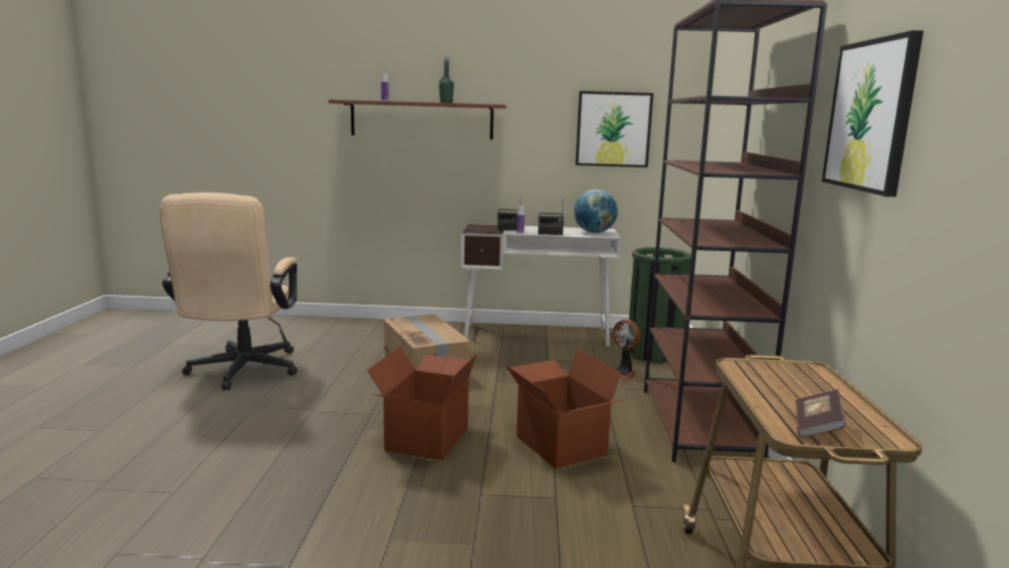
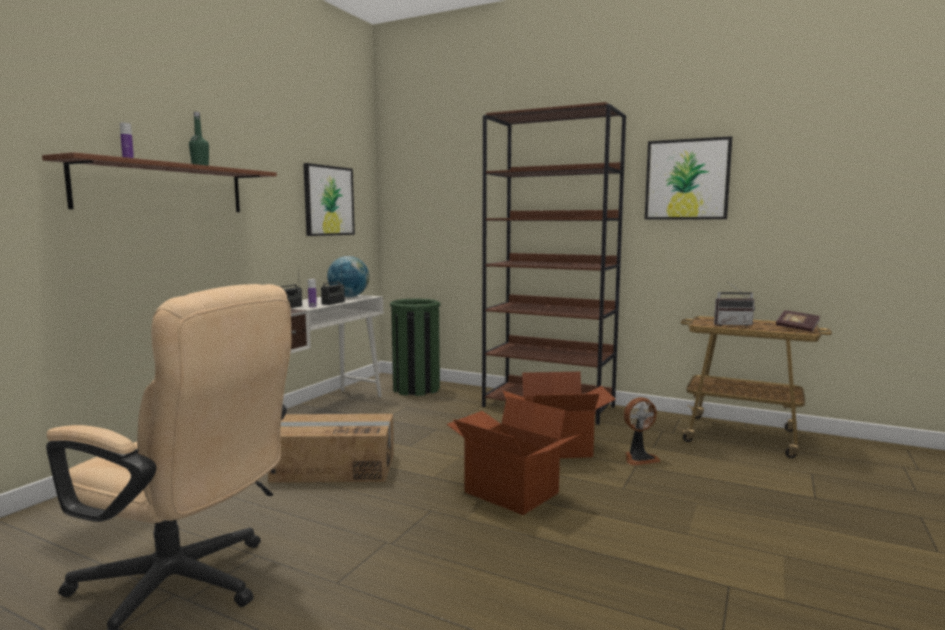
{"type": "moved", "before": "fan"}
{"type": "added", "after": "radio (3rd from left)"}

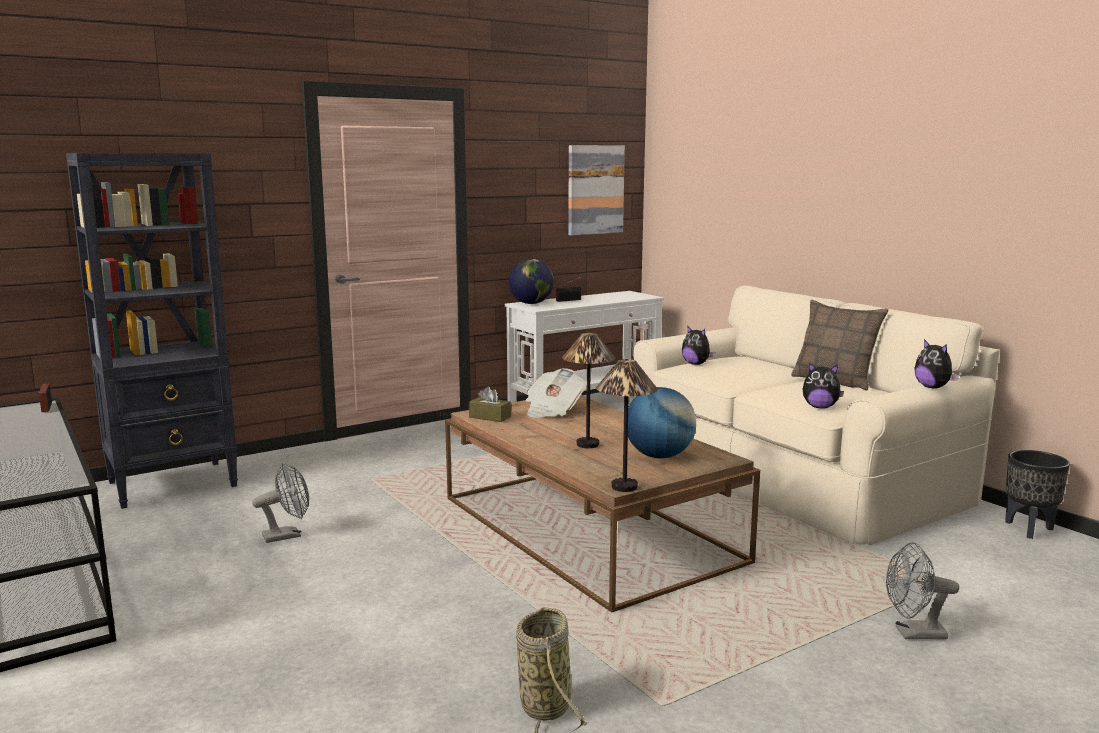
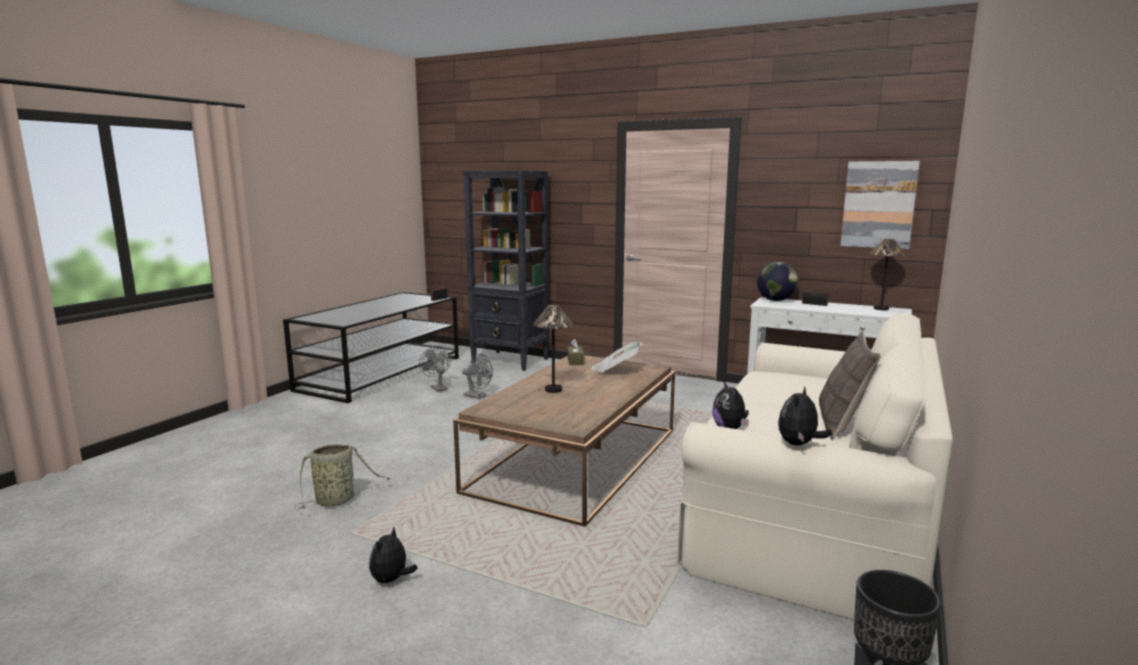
{"type": "moved", "before": "table lamp (2nd from left)"}
{"type": "removed", "before": "globe (2nd from left)"}
{"type": "moved", "before": "plush toy (1st from left)"}
{"type": "moved", "before": "grey fan (2nd from left in the first image)", "after": "grey fan (1st from left)"}

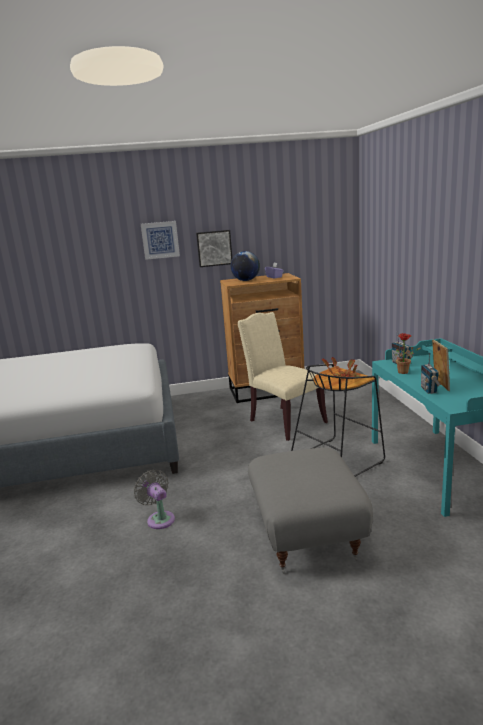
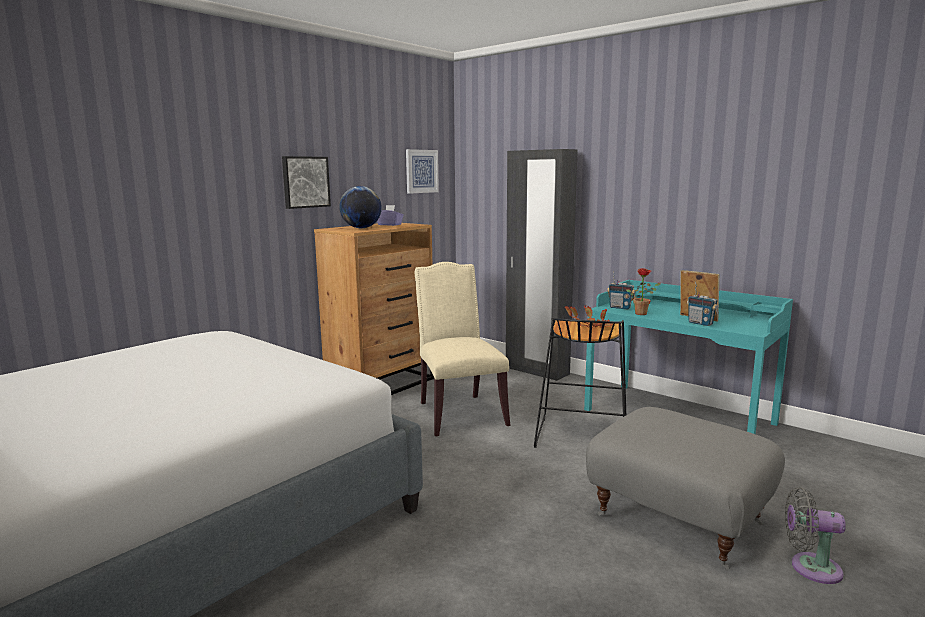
{"type": "moved", "before": "grey fan"}
{"type": "moved", "before": "picture (1st from left in the first image)", "after": "picture (2nd from left)"}
{"type": "turned", "before": "beige chair", "turn": 60}
{"type": "added", "after": "black wardrobe"}

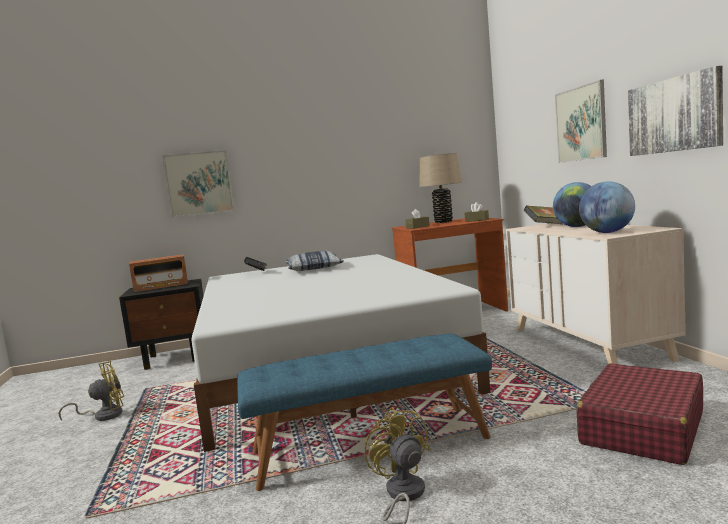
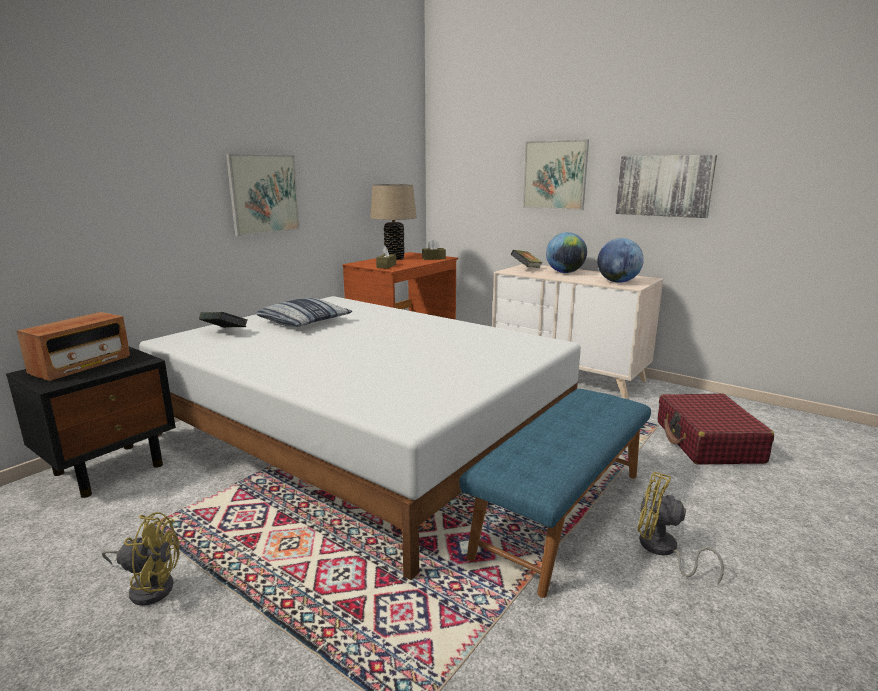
{"type": "turned", "before": "yellow fan (1st from left)", "turn": 75}
{"type": "moved", "before": "picture (1st from left)"}

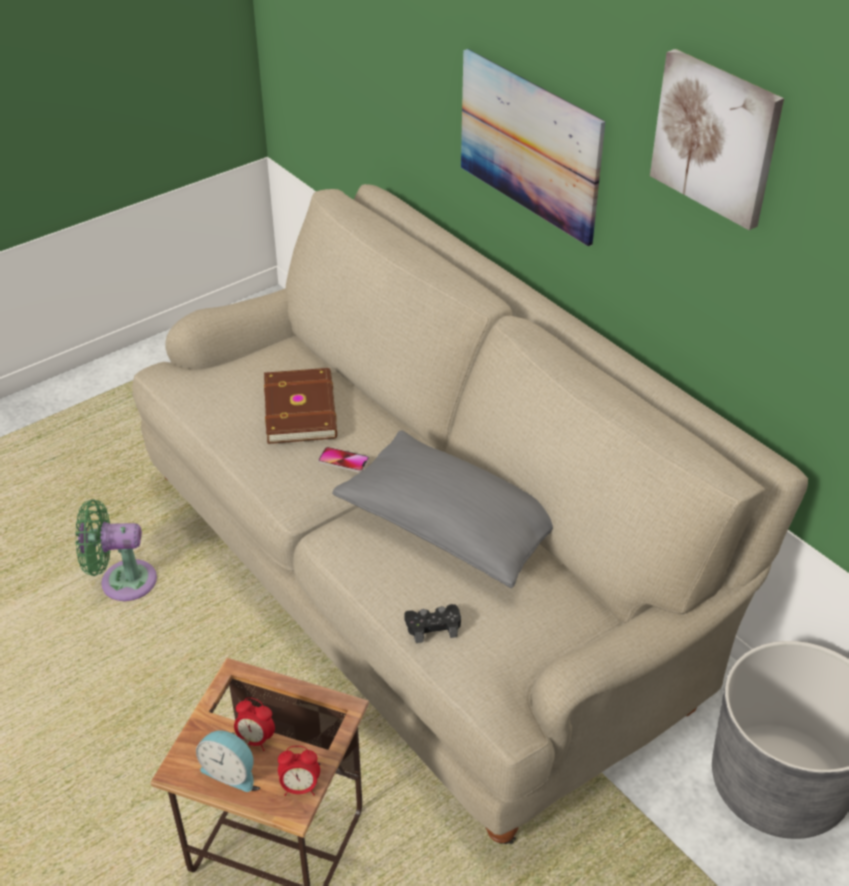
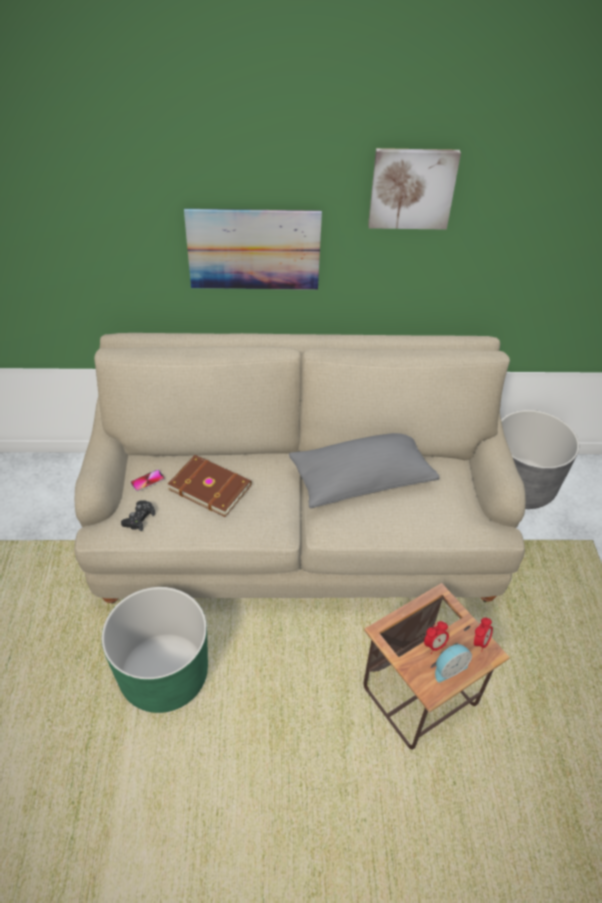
{"type": "replaced", "before": "green fan", "after": "green planter"}
{"type": "moved", "before": "phone"}
{"type": "moved", "before": "black game controller"}

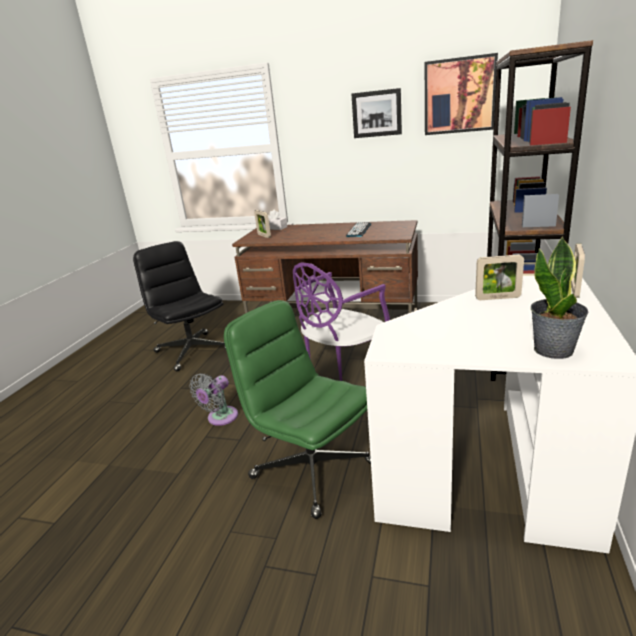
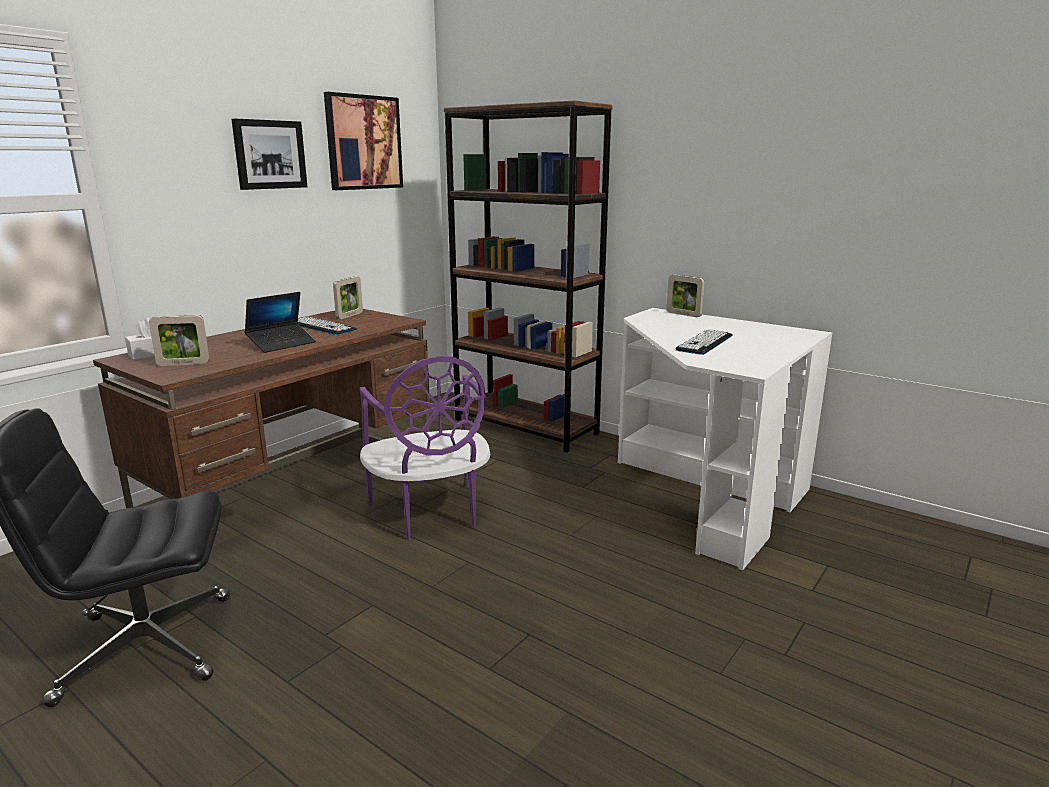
{"type": "removed", "before": "grey fan"}
{"type": "removed", "before": "green office chair"}
{"type": "moved", "before": "picture frame (2nd from left)"}
{"type": "removed", "before": "potted plant"}
{"type": "added", "after": "laptop"}
{"type": "added", "after": "keyboard (2nd from left)"}

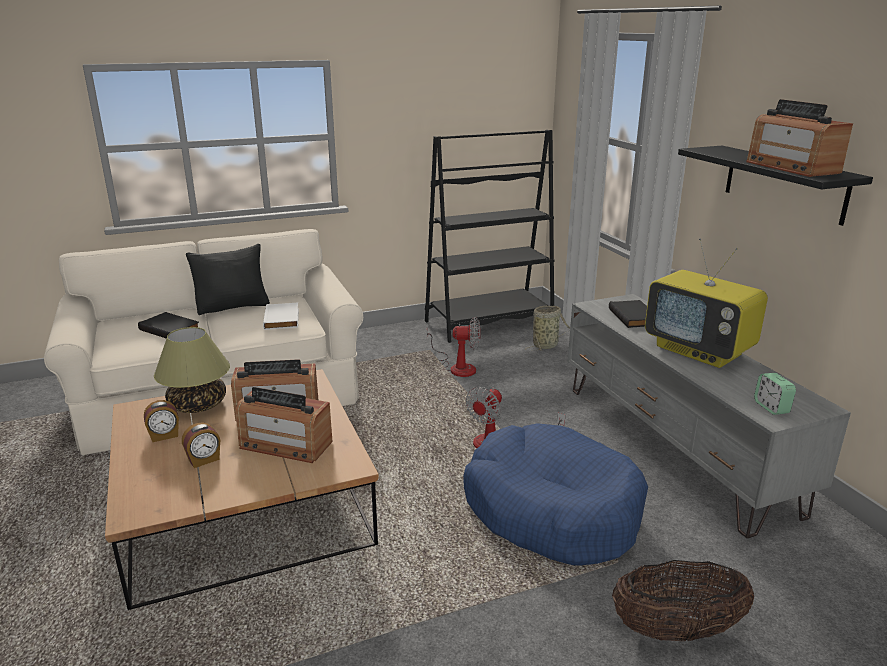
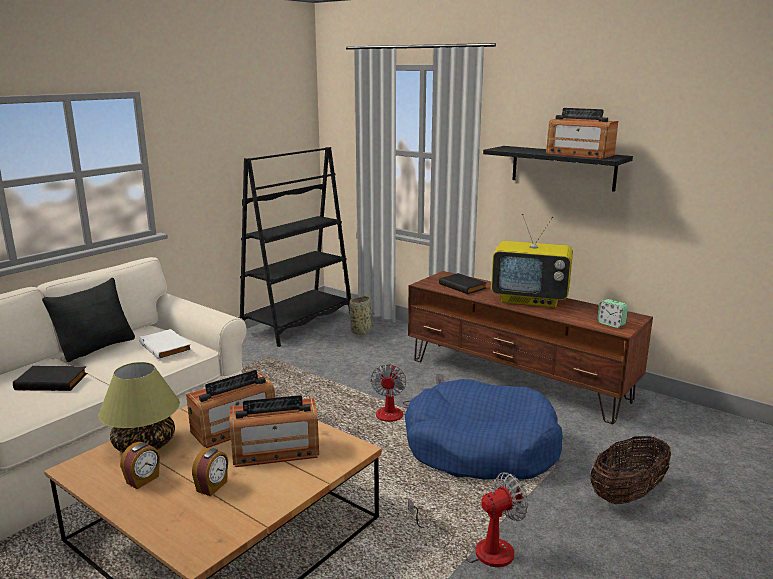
{"type": "moved", "before": "fan (1st from left in the first image)", "after": "fan (2nd from left)"}
{"type": "recoloured", "before": "grey tv stand", "after": "brown tv stand"}

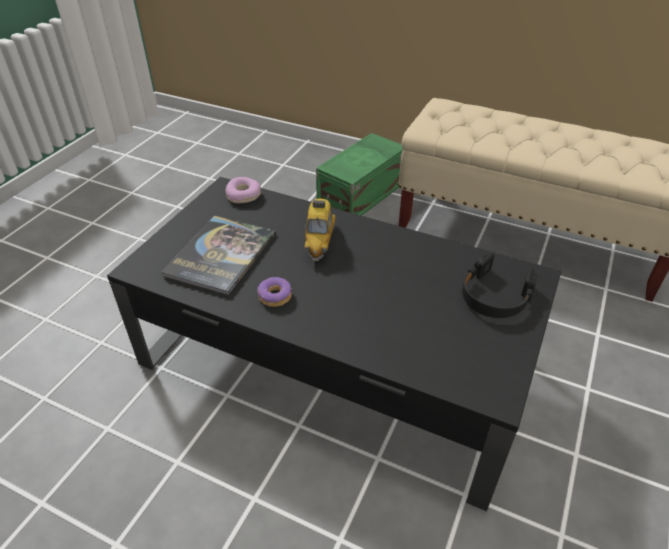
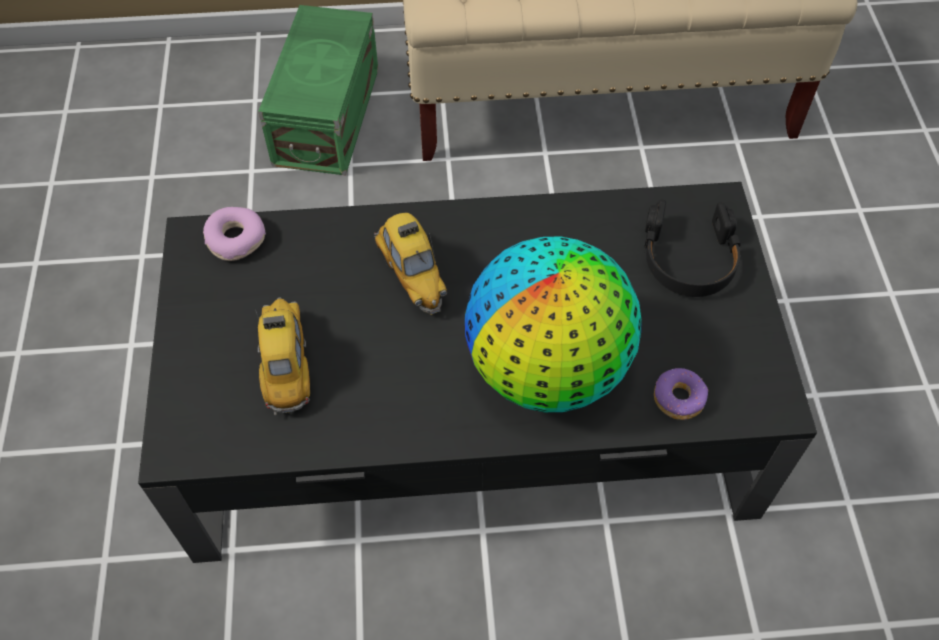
{"type": "replaced", "before": "book", "after": "toy car (1st from left)"}
{"type": "moved", "before": "donut (2nd from left)"}
{"type": "added", "after": "globe"}

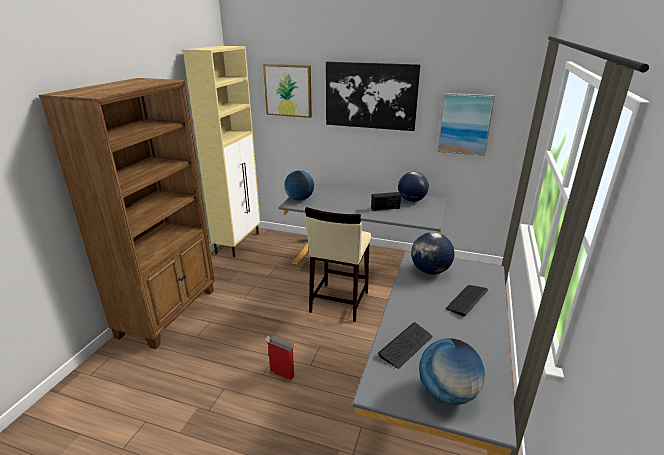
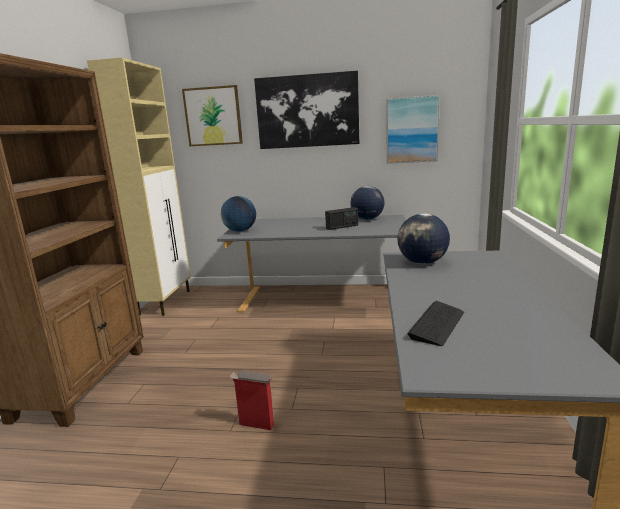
{"type": "removed", "before": "beige stool"}
{"type": "removed", "before": "globe (4th from left)"}
{"type": "removed", "before": "keyboard (2nd from left)"}

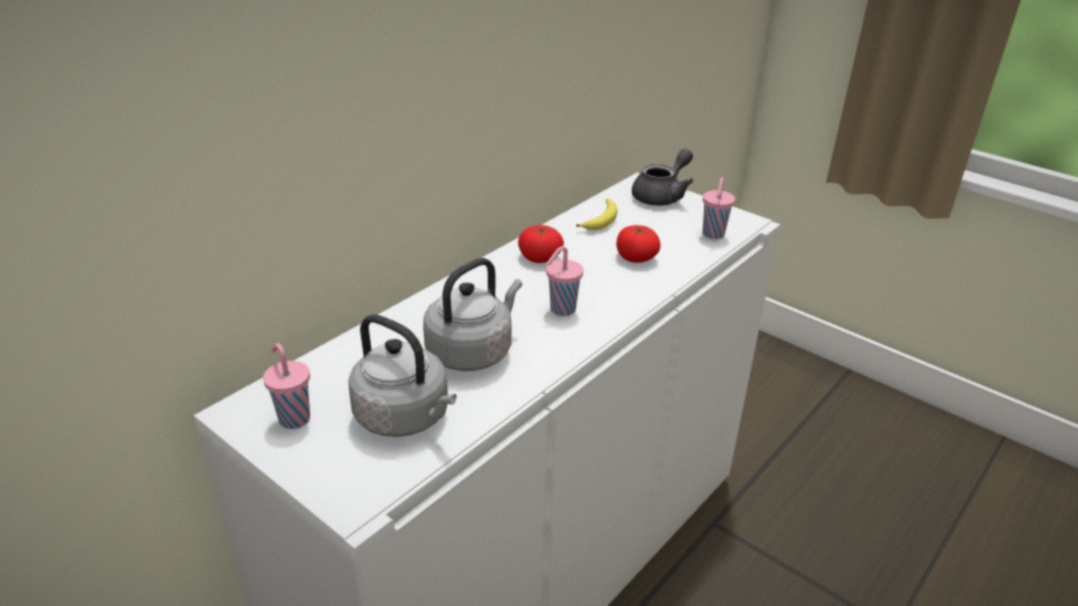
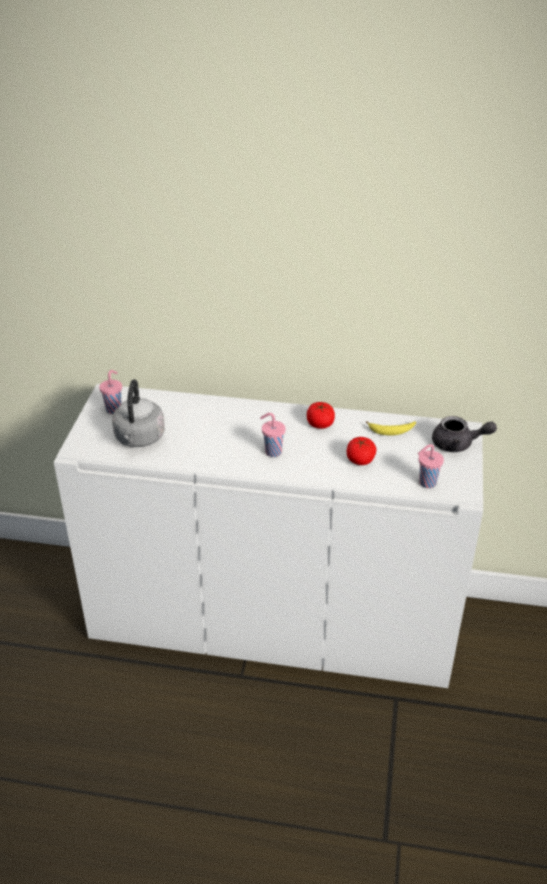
{"type": "removed", "before": "grey kettle (2nd from left)"}

